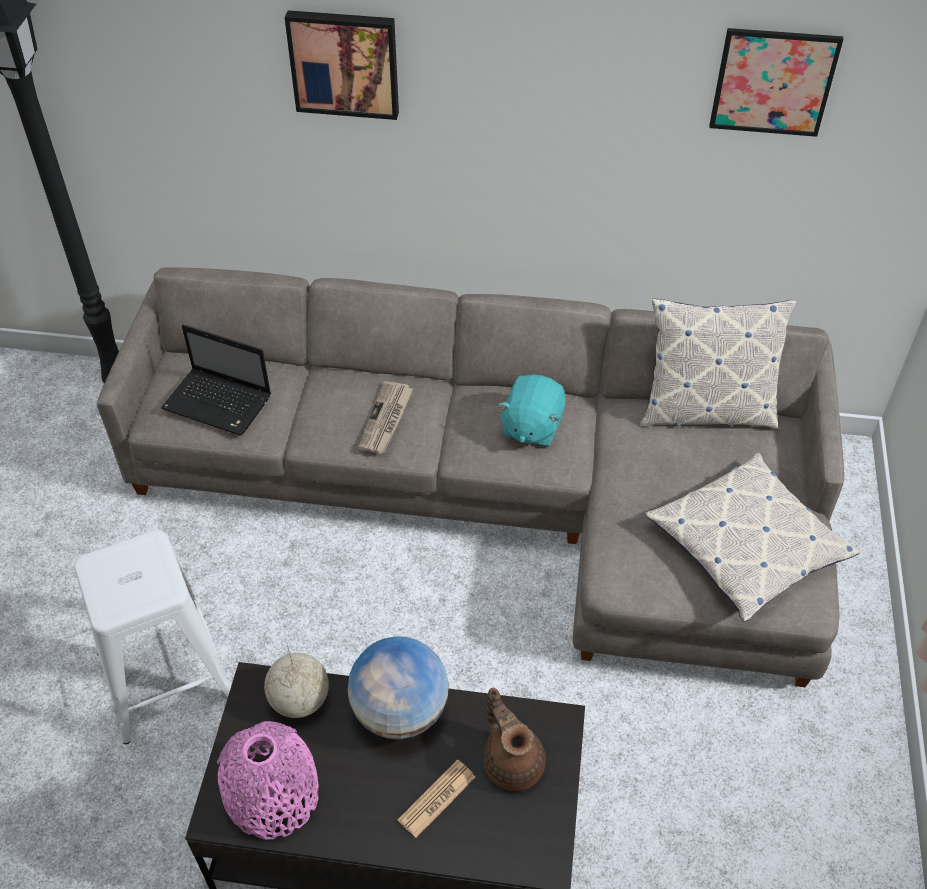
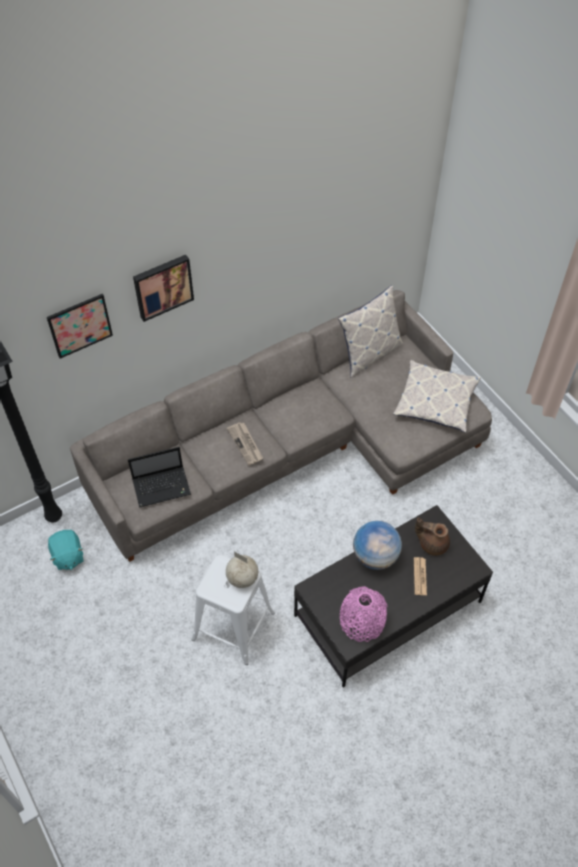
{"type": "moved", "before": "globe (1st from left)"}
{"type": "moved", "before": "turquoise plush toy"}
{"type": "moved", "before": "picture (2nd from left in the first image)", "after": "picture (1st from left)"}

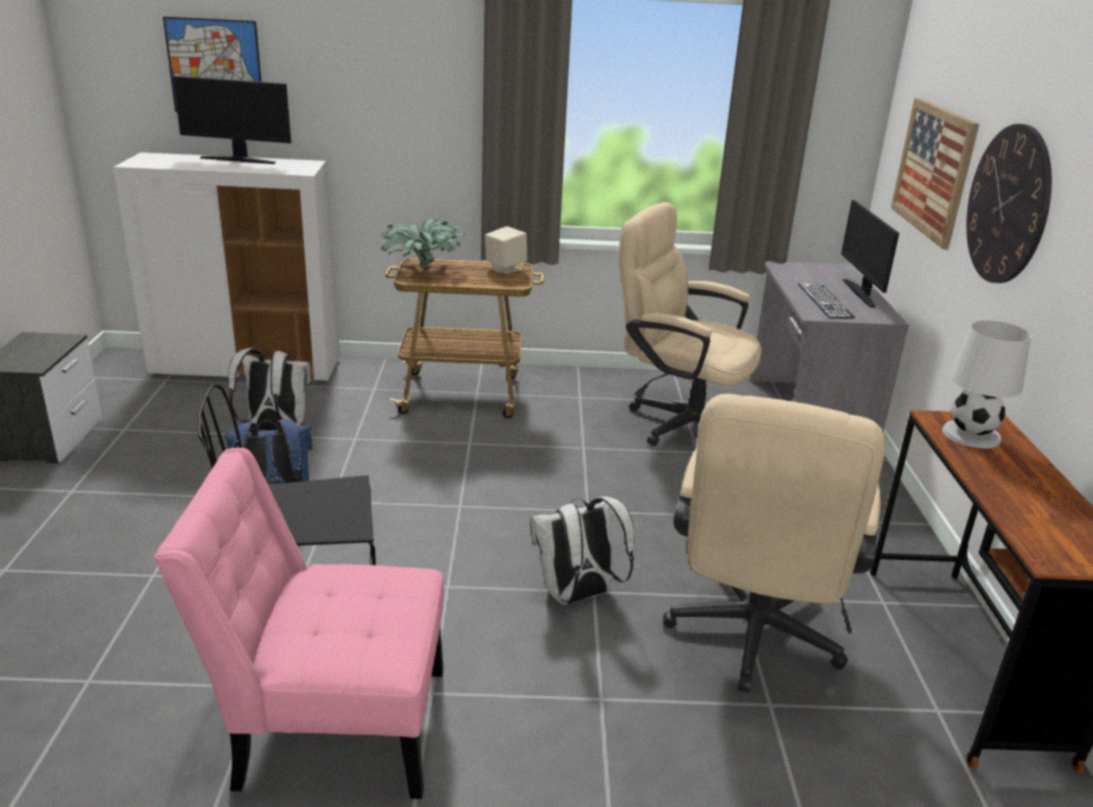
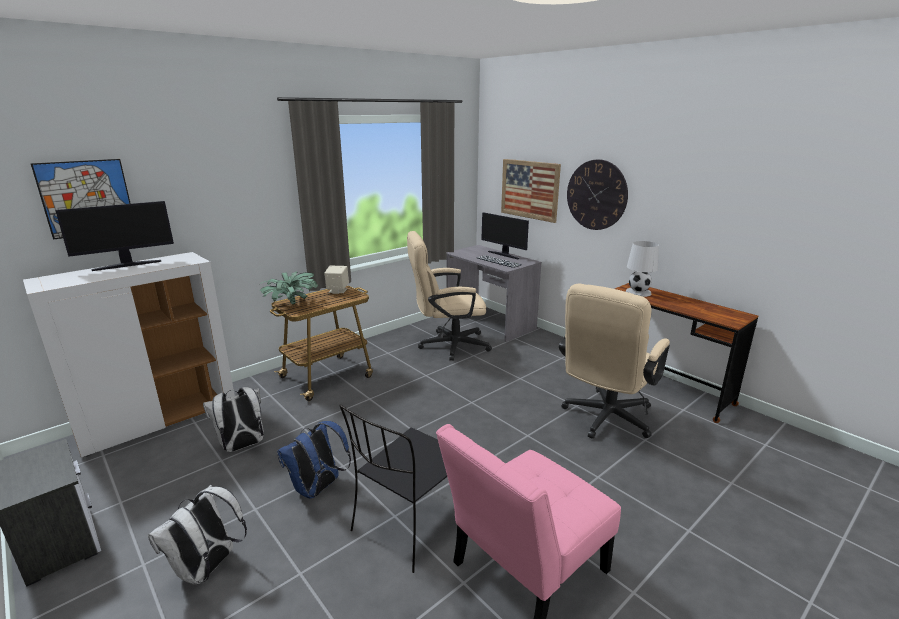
{"type": "moved", "before": "white backpack (2nd from left in the first image)", "after": "white backpack (1st from left)"}
{"type": "turned", "before": "beige office chair (2nd from left)", "turn": 60}

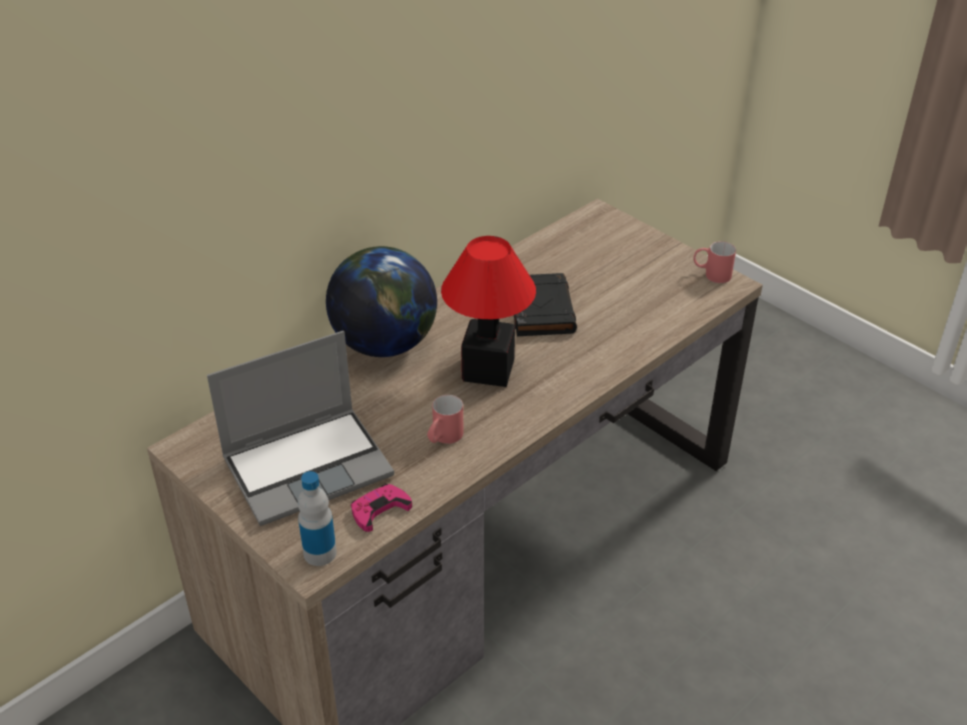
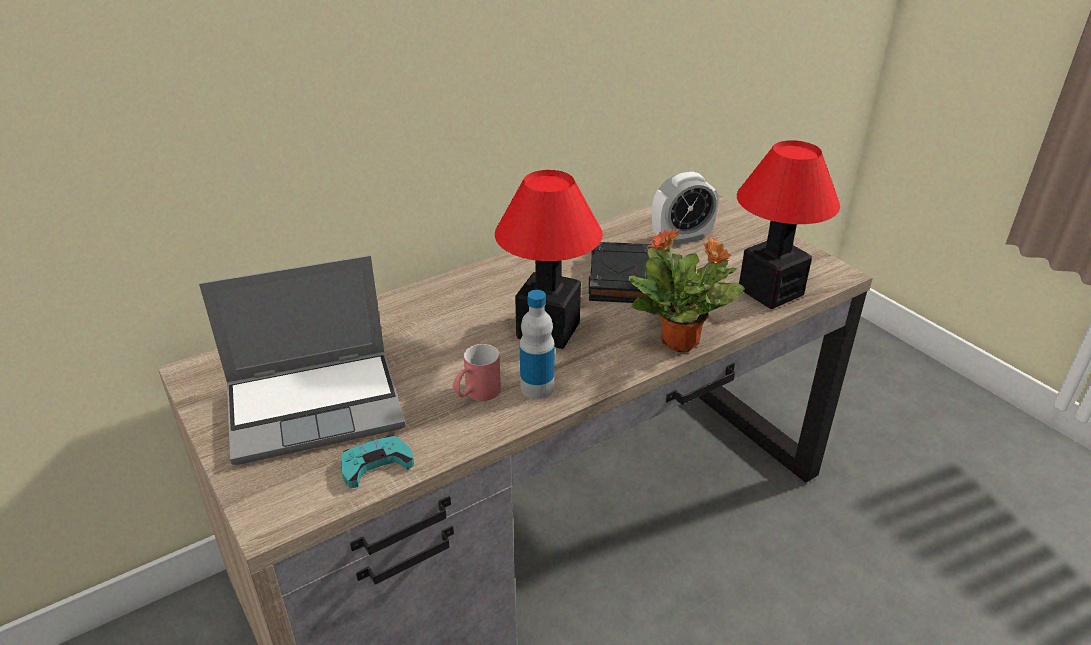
{"type": "moved", "before": "bottle"}
{"type": "removed", "before": "globe"}
{"type": "recoloured", "before": "pink game controller", "after": "turquoise game controller"}
{"type": "removed", "before": "red mug (2nd from left)"}
{"type": "added", "after": "potted plant"}
{"type": "added", "after": "alarm clock"}
{"type": "added", "after": "table lamp (2nd from left)"}

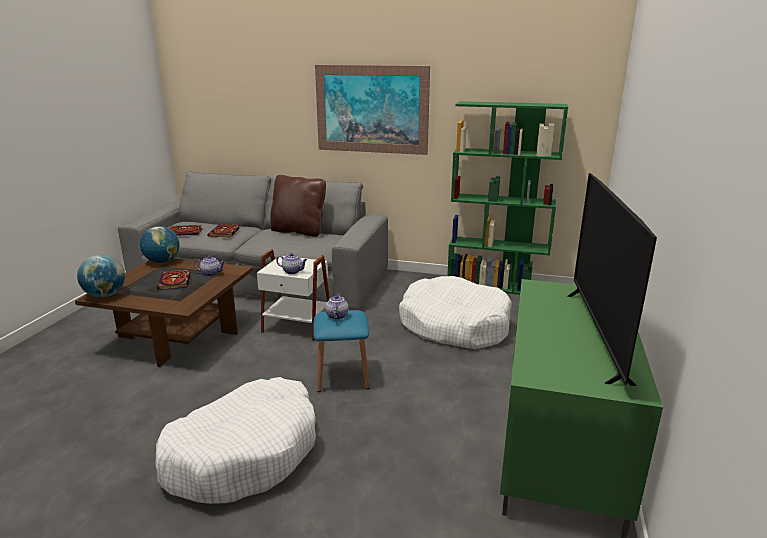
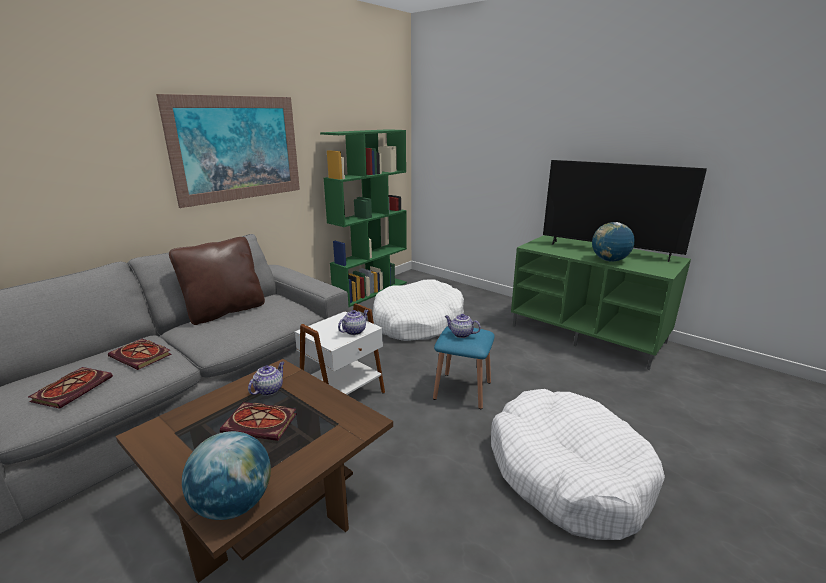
{"type": "moved", "before": "globe (2nd from left)"}

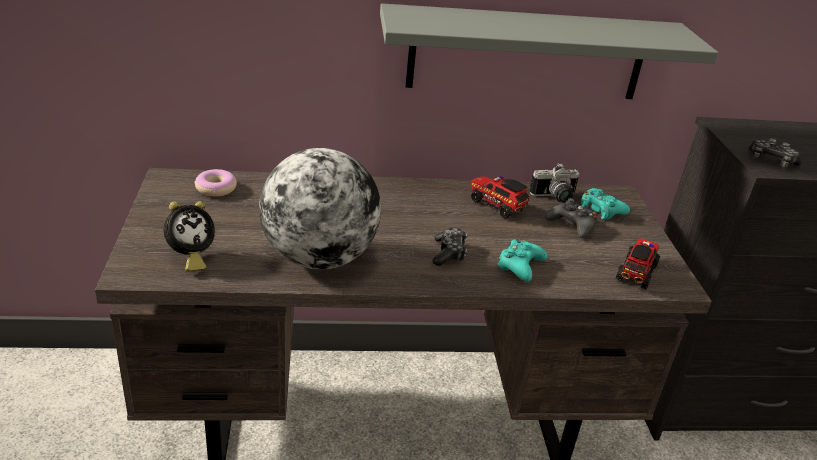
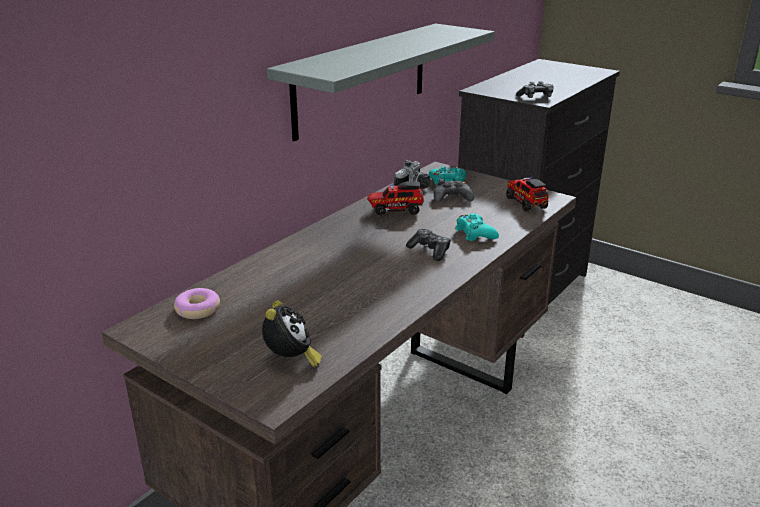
{"type": "removed", "before": "globe"}

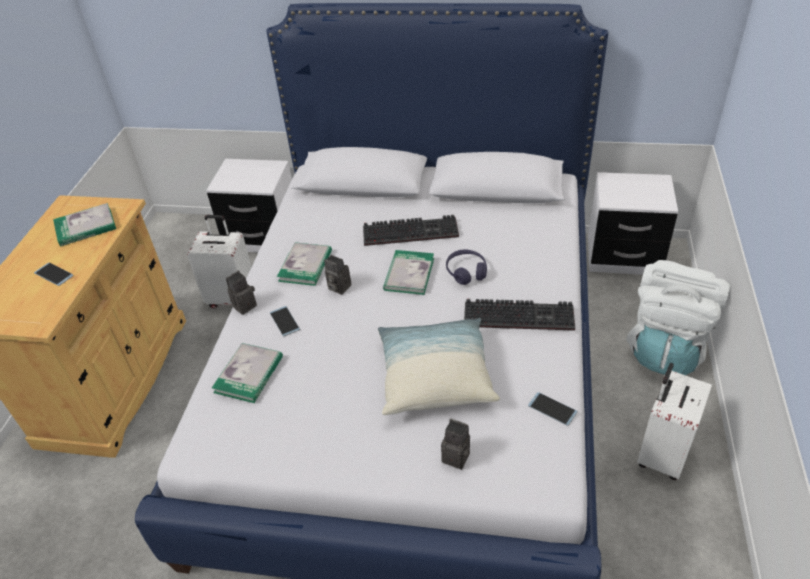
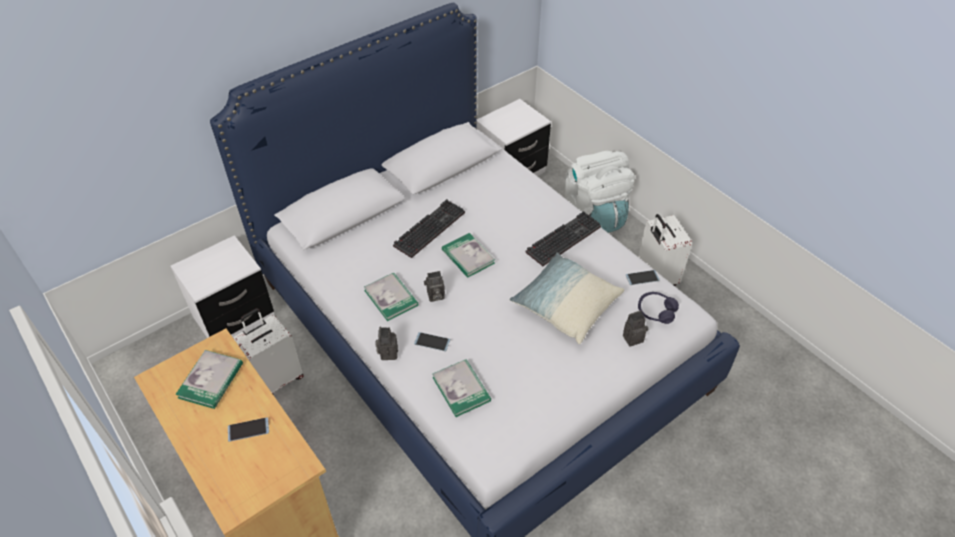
{"type": "moved", "before": "purple headphones"}

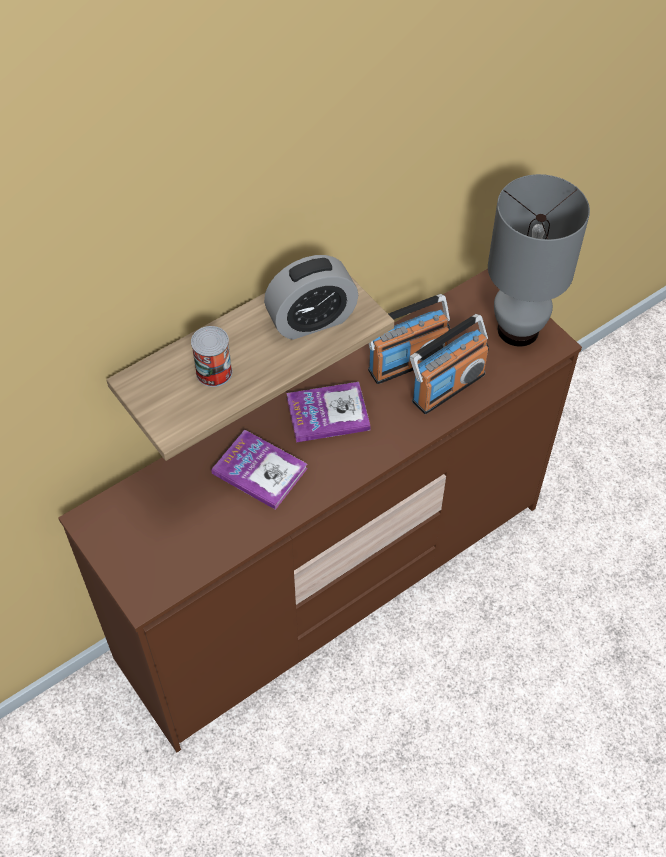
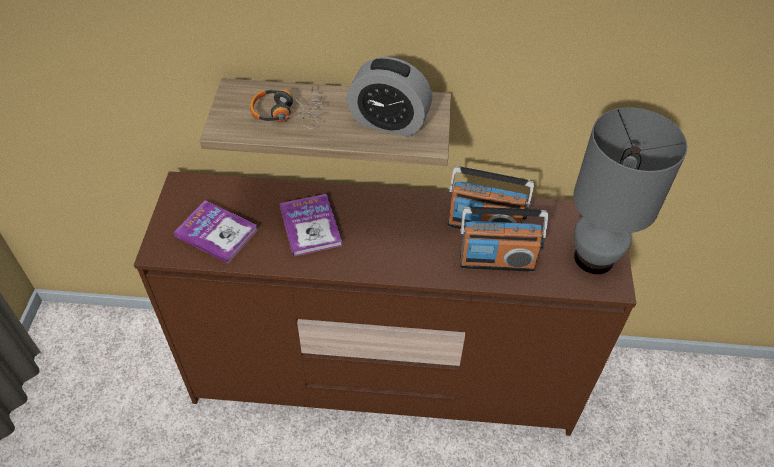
{"type": "replaced", "before": "can", "after": "headphones"}
{"type": "moved", "before": "book (2nd from left in the first image)", "after": "book (1st from left)"}

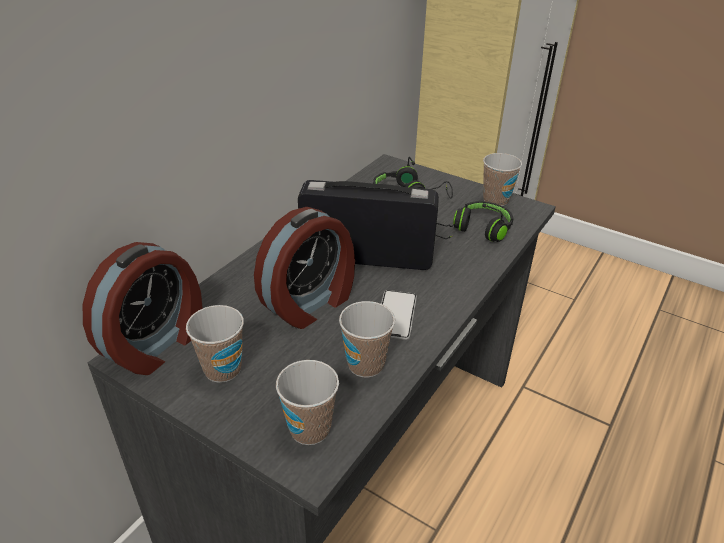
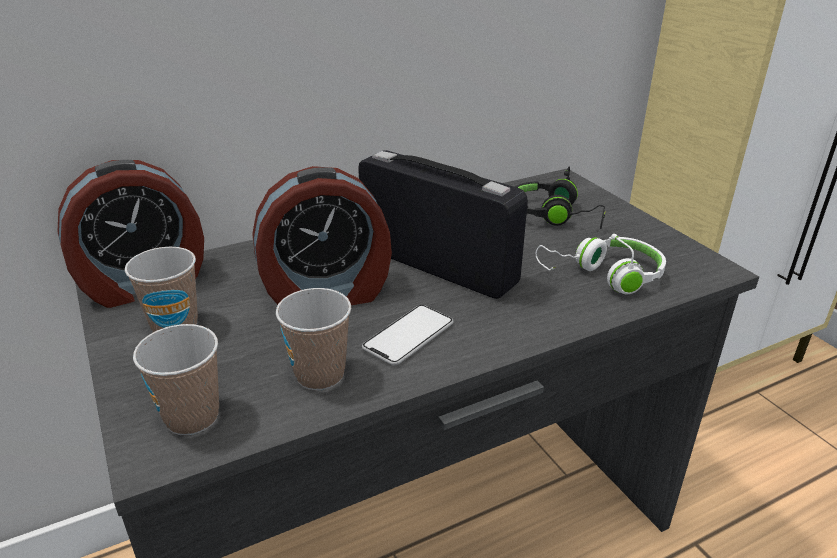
{"type": "recoloured", "before": "black headphones (2nd from left)", "after": "white headphones"}
{"type": "removed", "before": "cup (4th from left)"}

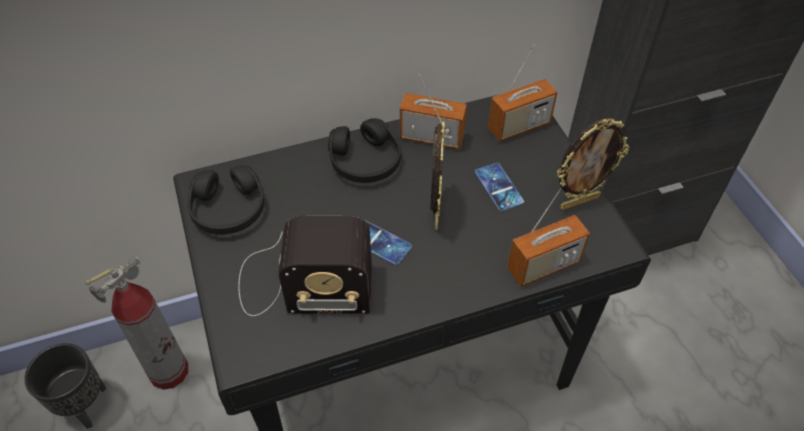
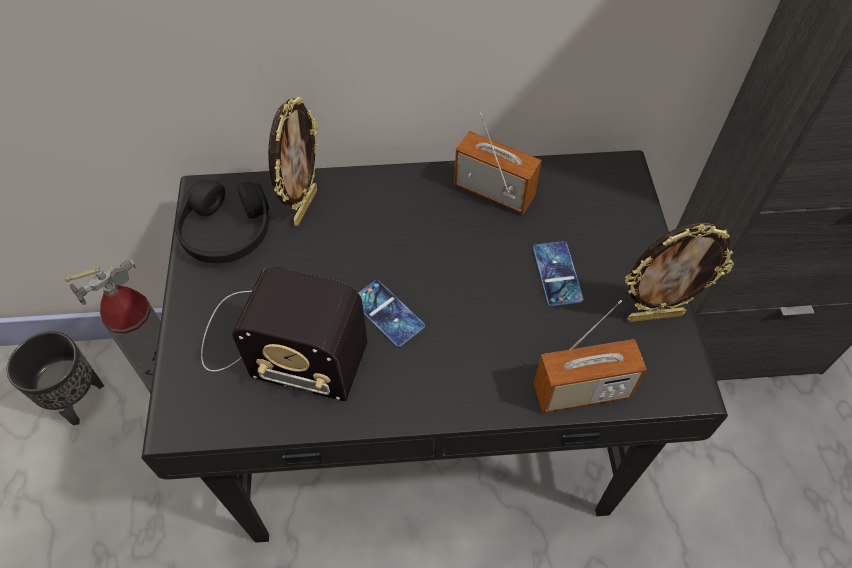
{"type": "removed", "before": "black headphones (2nd from left)"}
{"type": "moved", "before": "picture frame (1st from left)"}
{"type": "removed", "before": "radio (3rd from left)"}

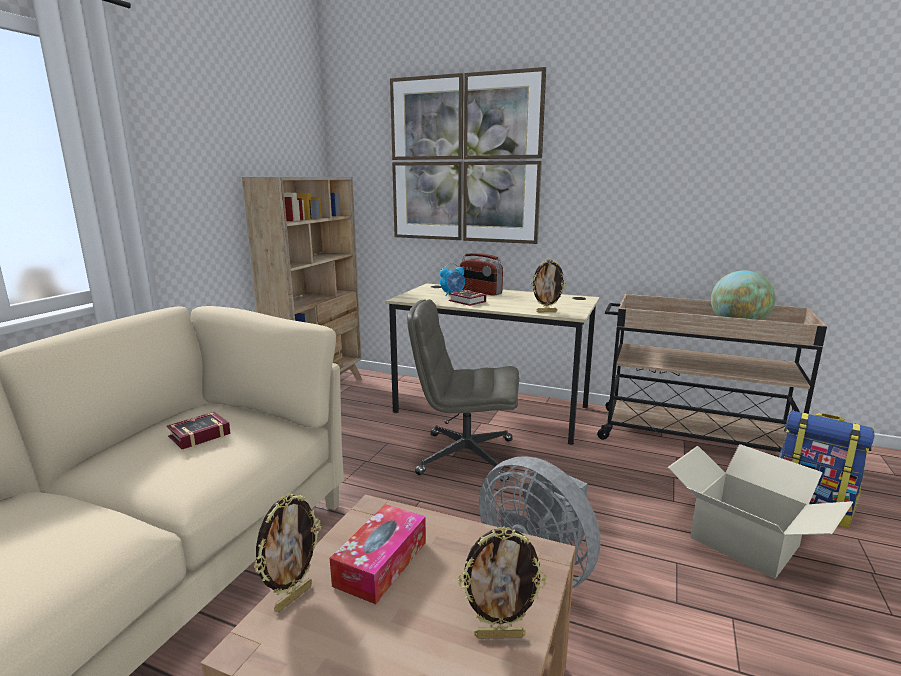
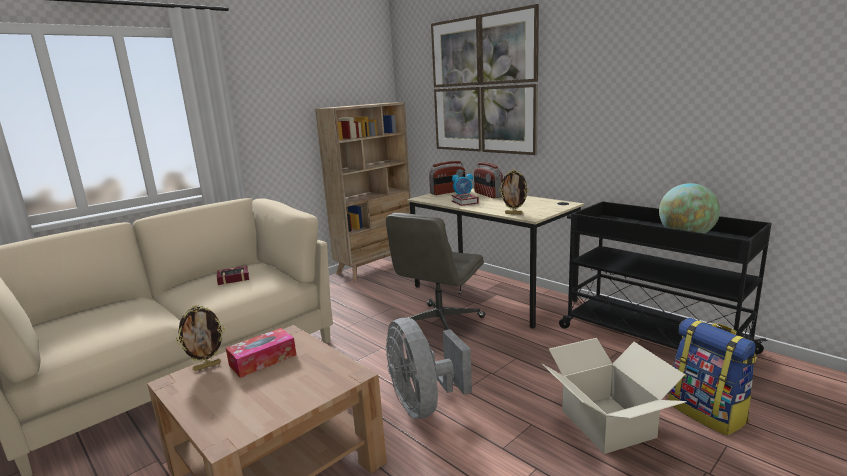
{"type": "turned", "before": "grey office chair", "turn": -90}
{"type": "removed", "before": "picture frame (2nd from left)"}
{"type": "recoloured", "before": "beige cart", "after": "black cart"}
{"type": "added", "after": "radio (1st from left)"}

